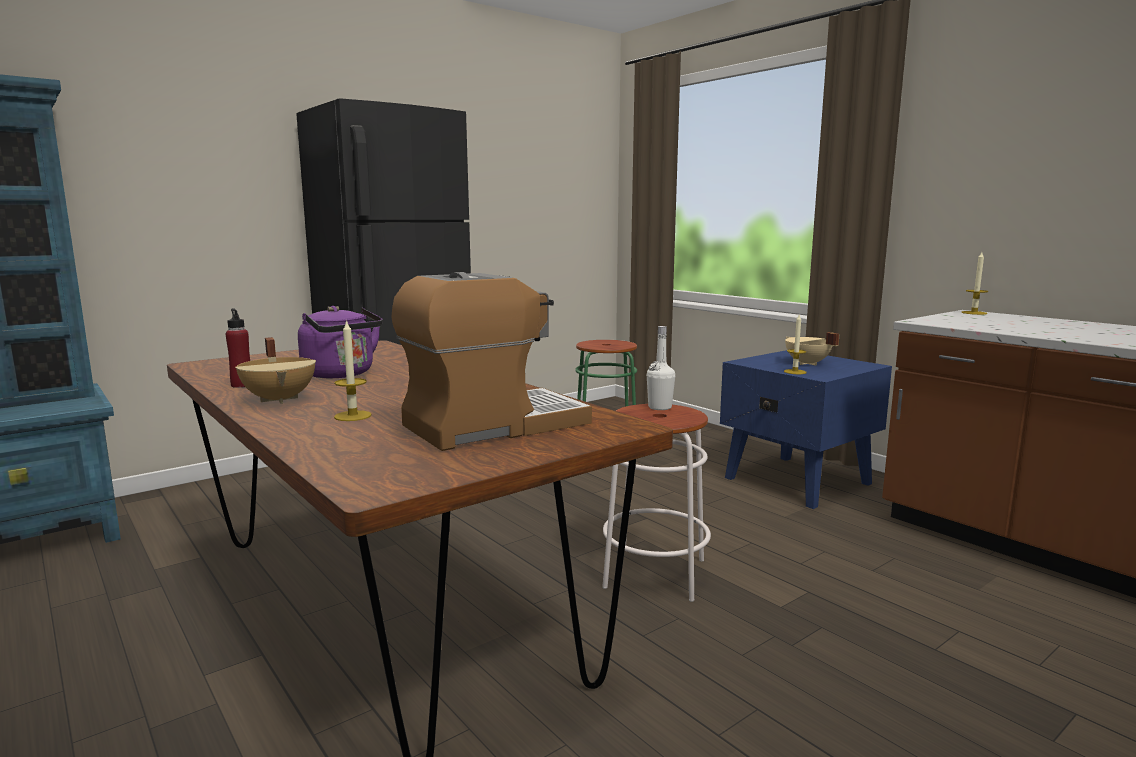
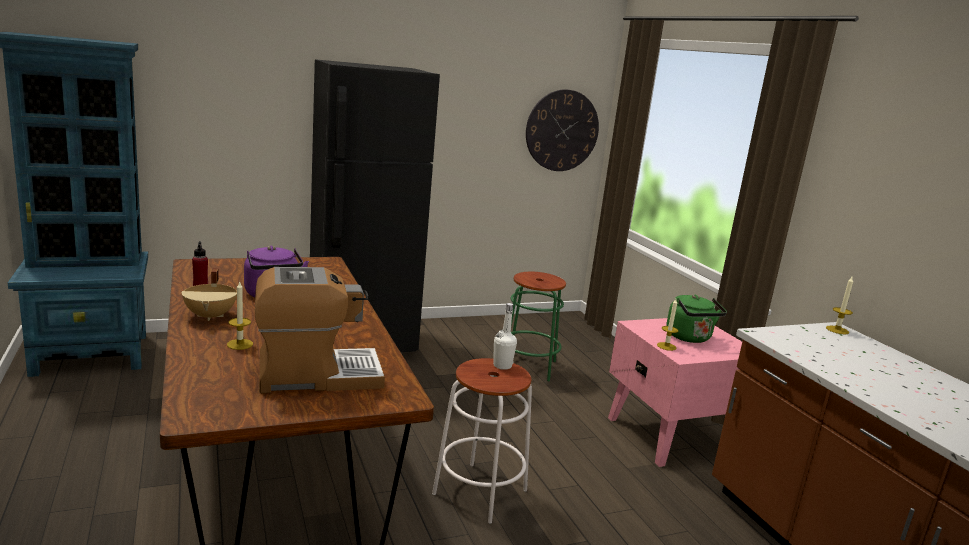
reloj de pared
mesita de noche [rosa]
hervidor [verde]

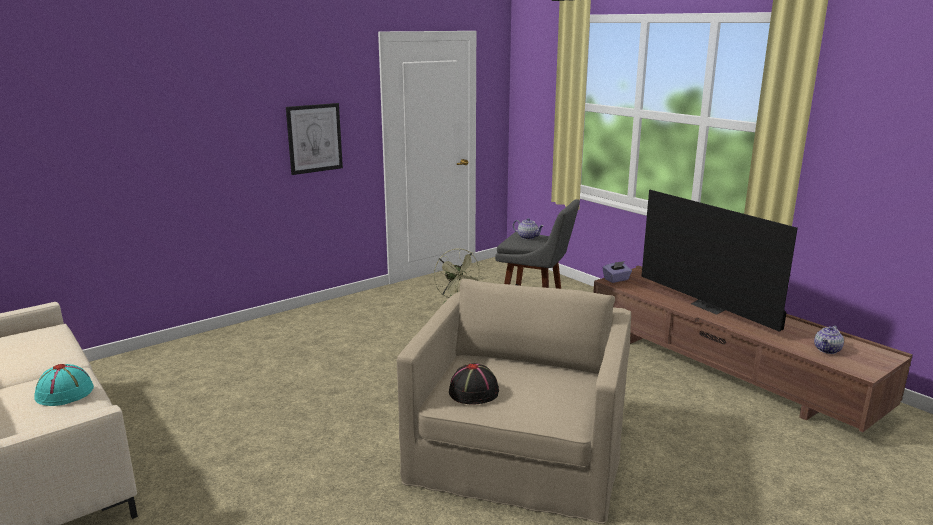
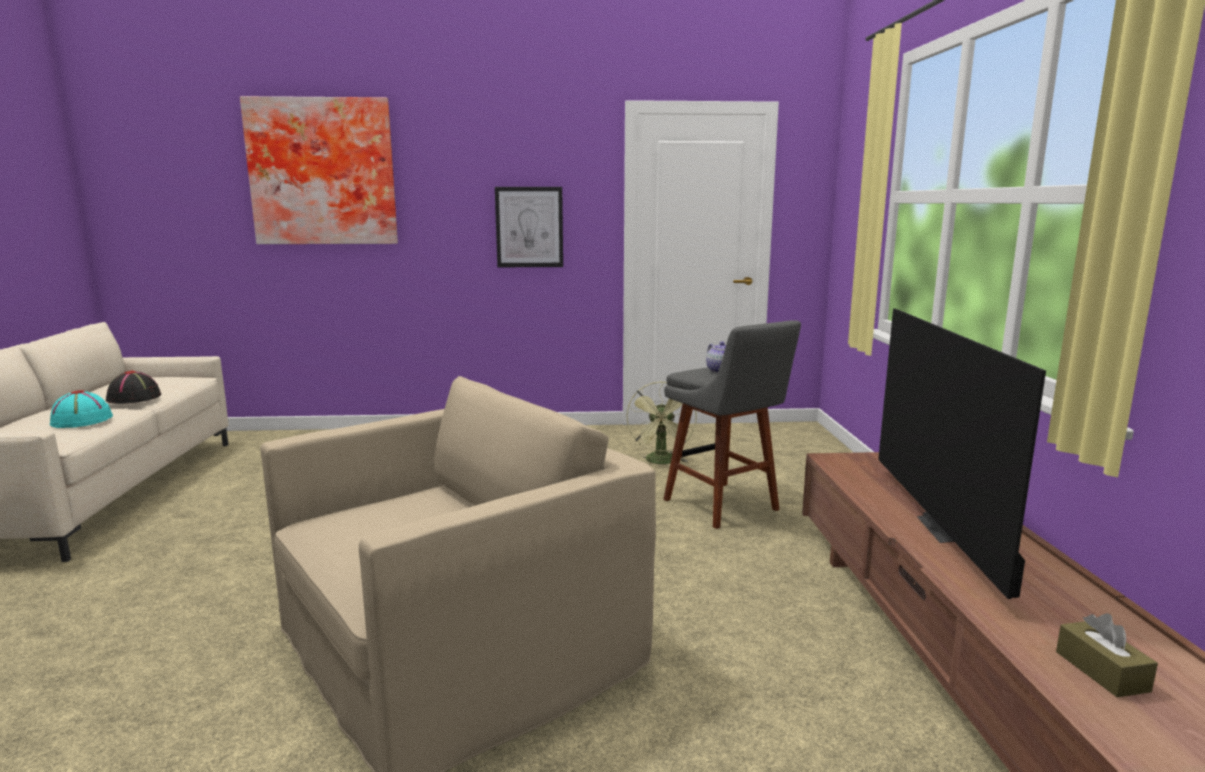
sombrero [negro]
cuadro (no. 1 from left)
caja de pañuelos [marrón]
caja de pañuelos [morado]

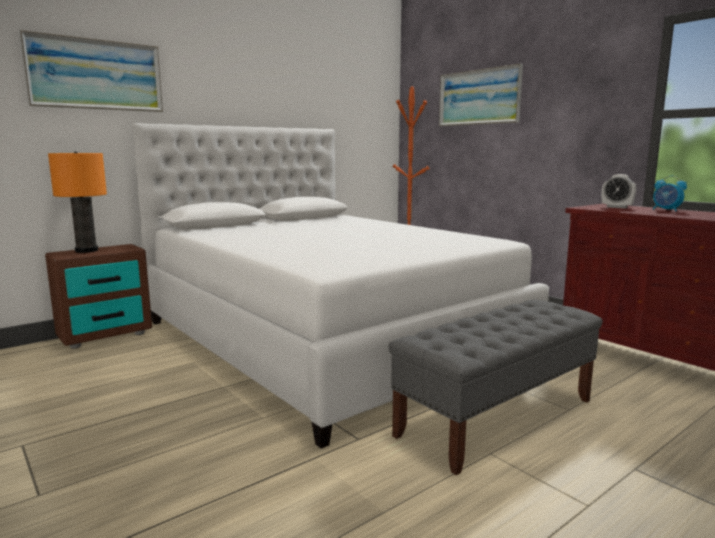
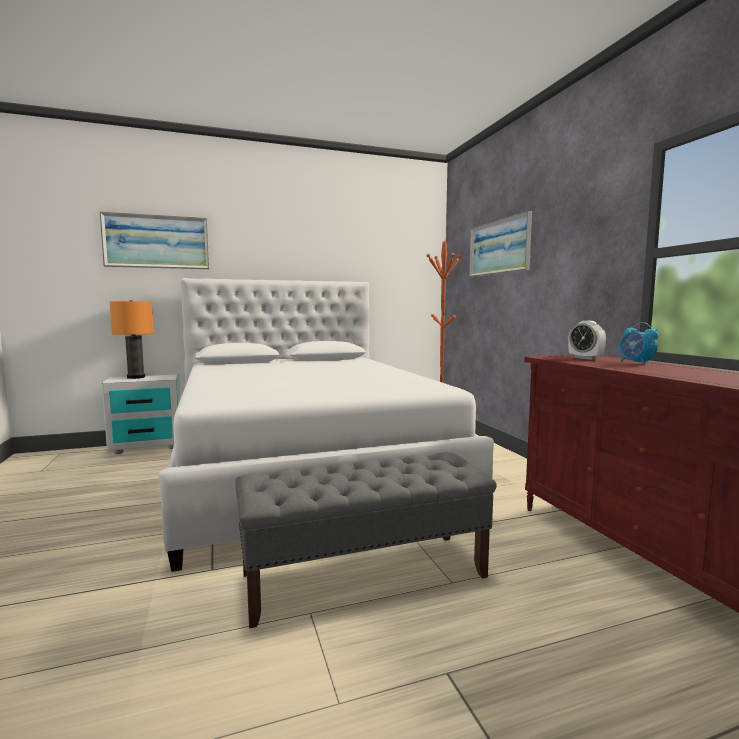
mesita de noche [blanco]

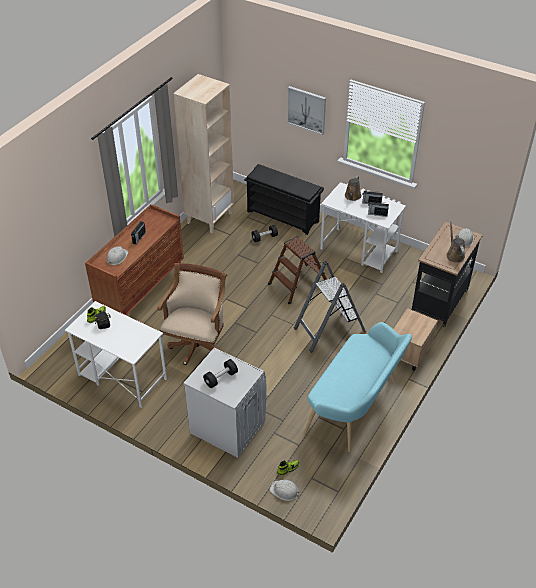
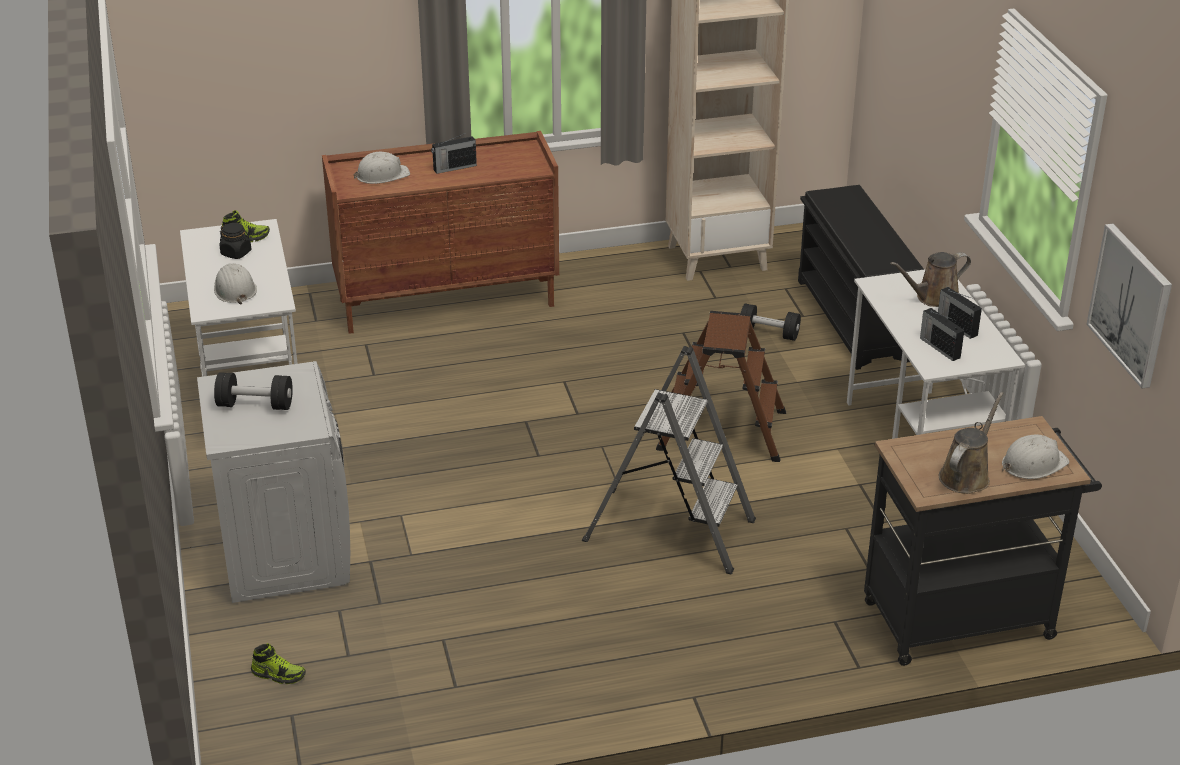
casco [blanco] (no. 1 from left)
cuadro
silla de oficina
banco [turquesa]
mesita de noche [beis]

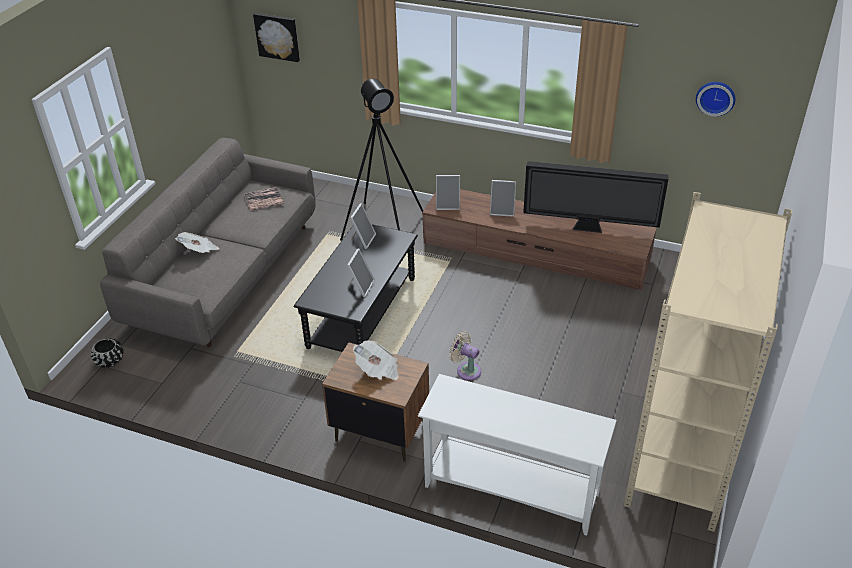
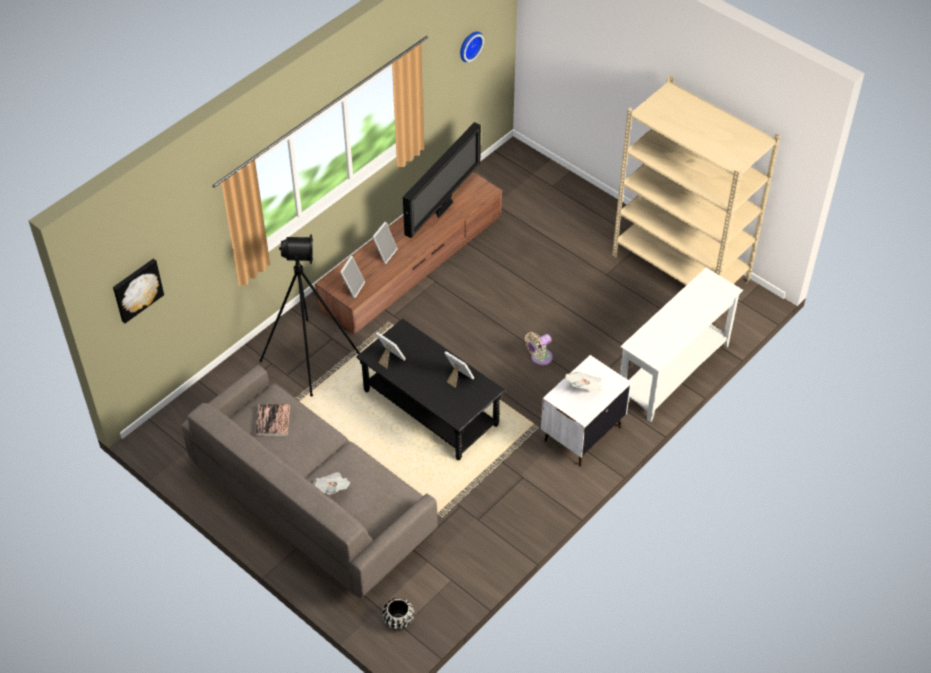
mesita de noche [blanco]

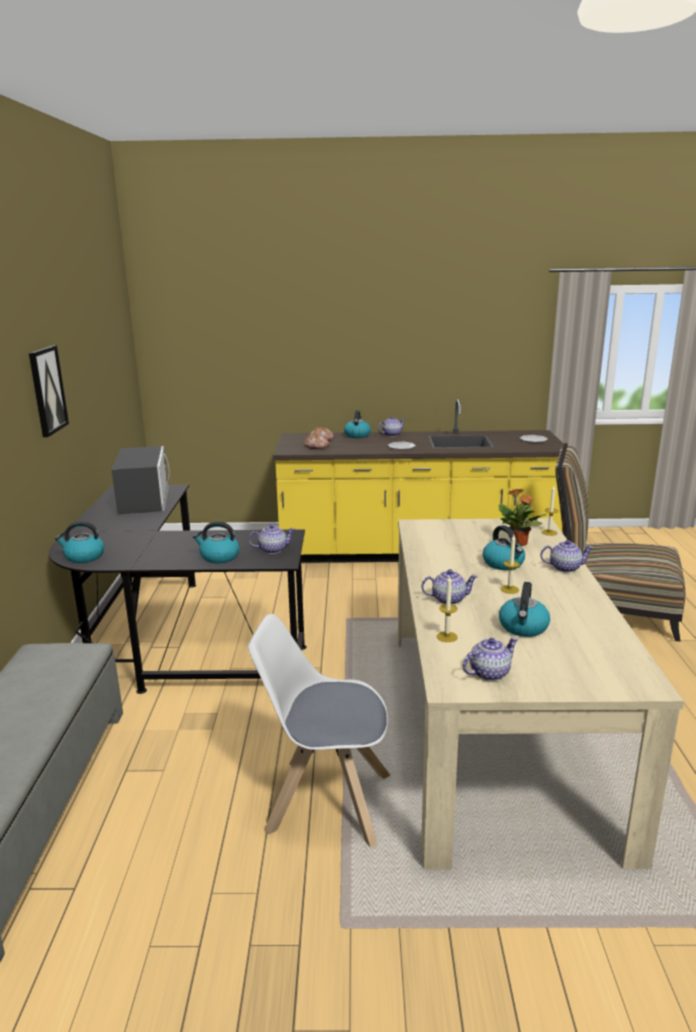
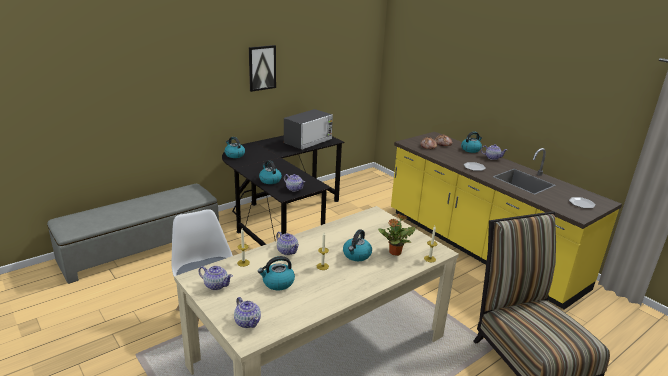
tetera (no. 2 from left)

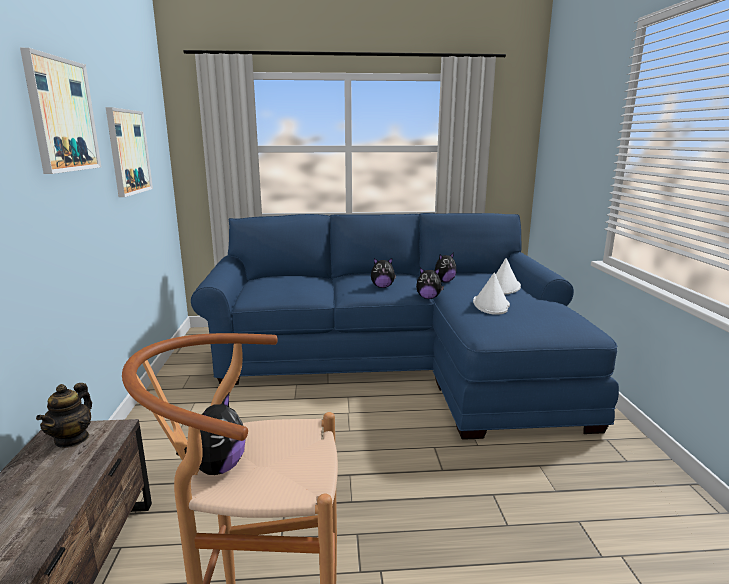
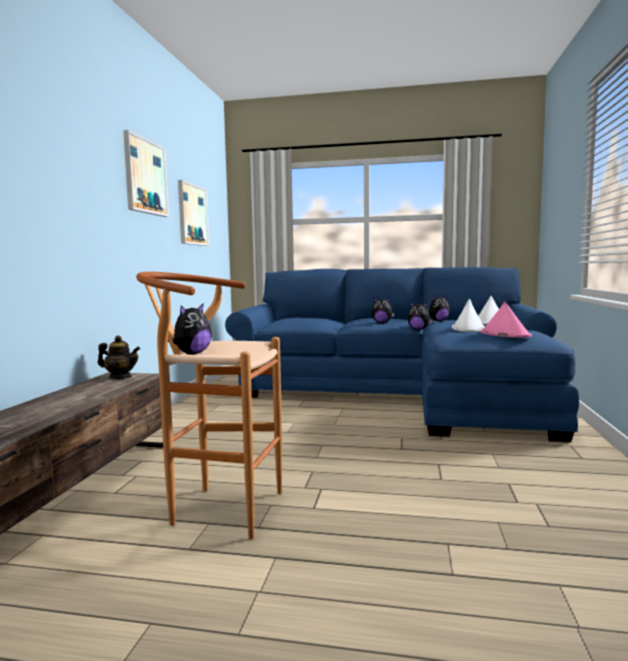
tetera
sombrero [rosa]

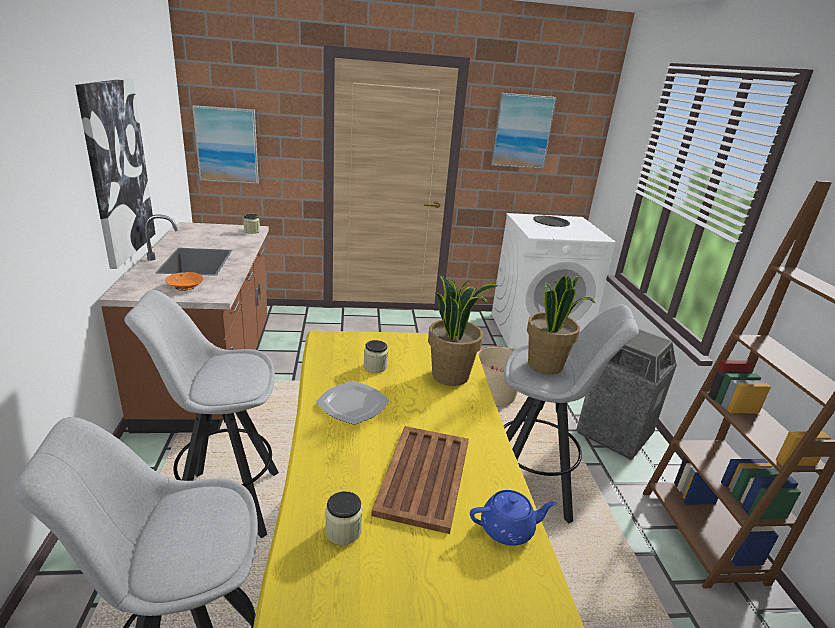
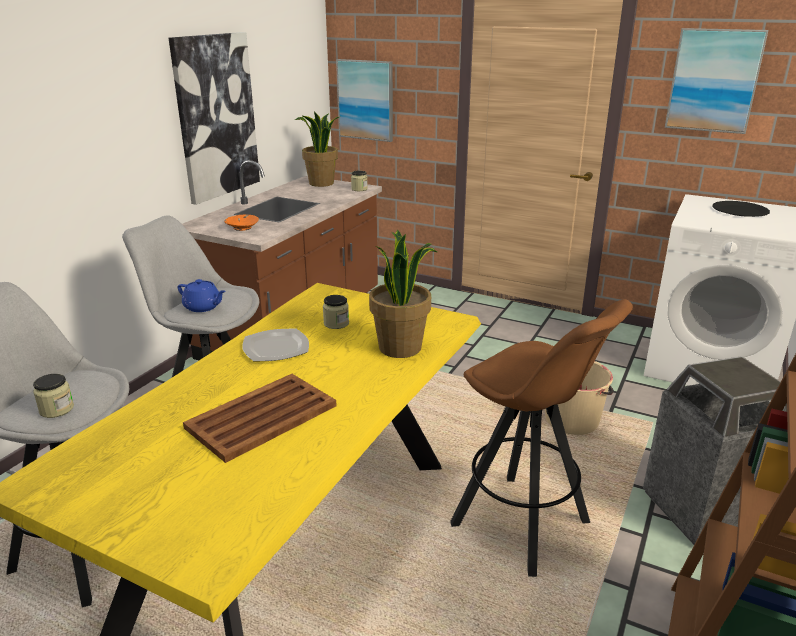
tarro (no. 1 from left)
tetera [azul]
planta en maceta (no. 1 from left)
taburete [marrón]

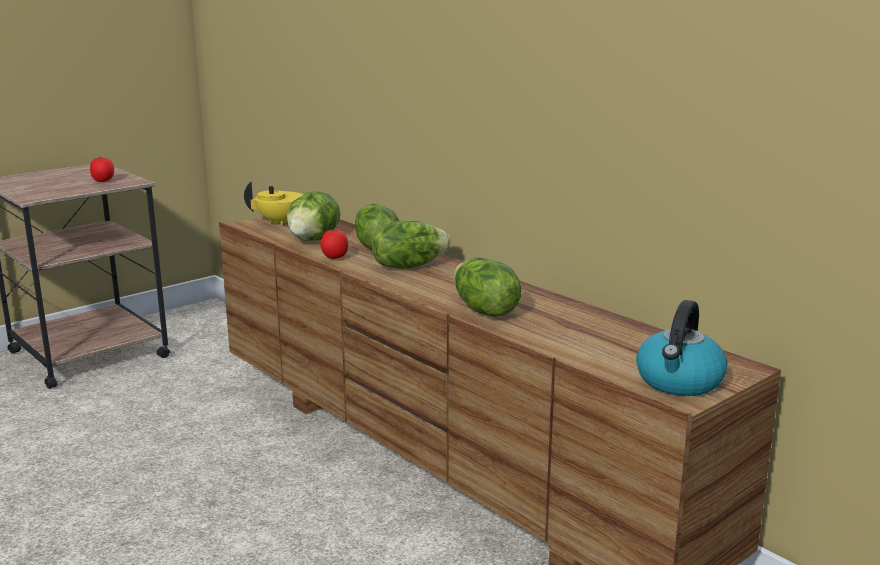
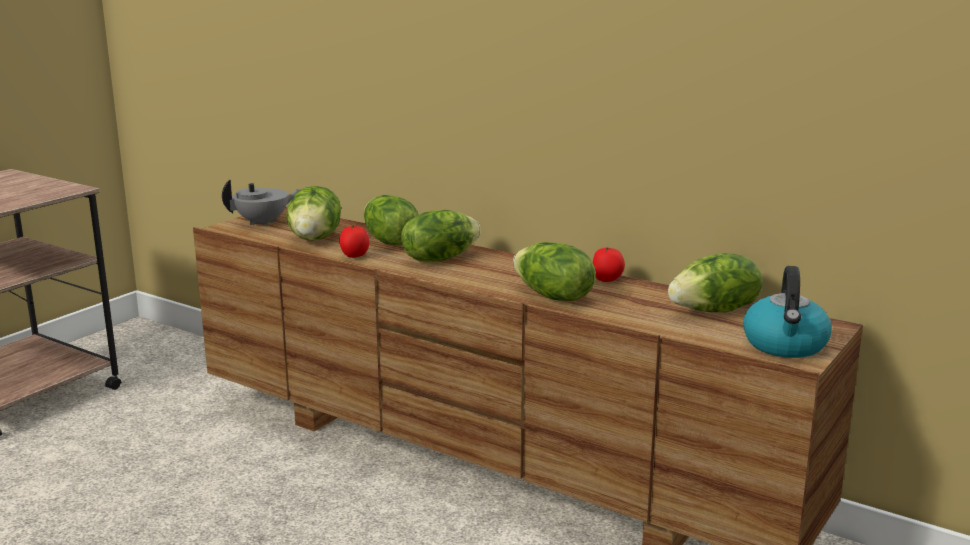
tetera [gris]
tomate (no. 2 from left)
lechuga (no. 5 from left)

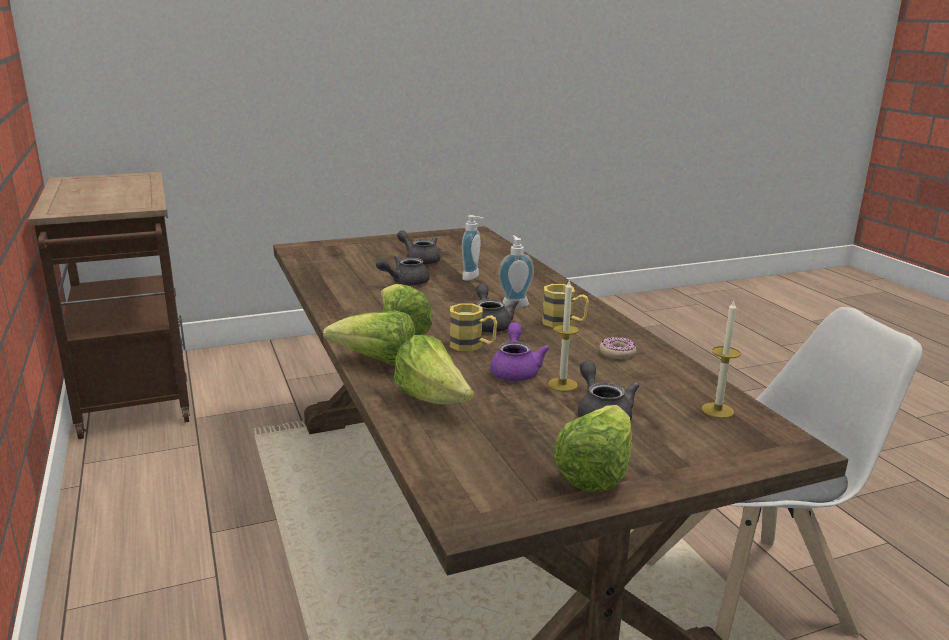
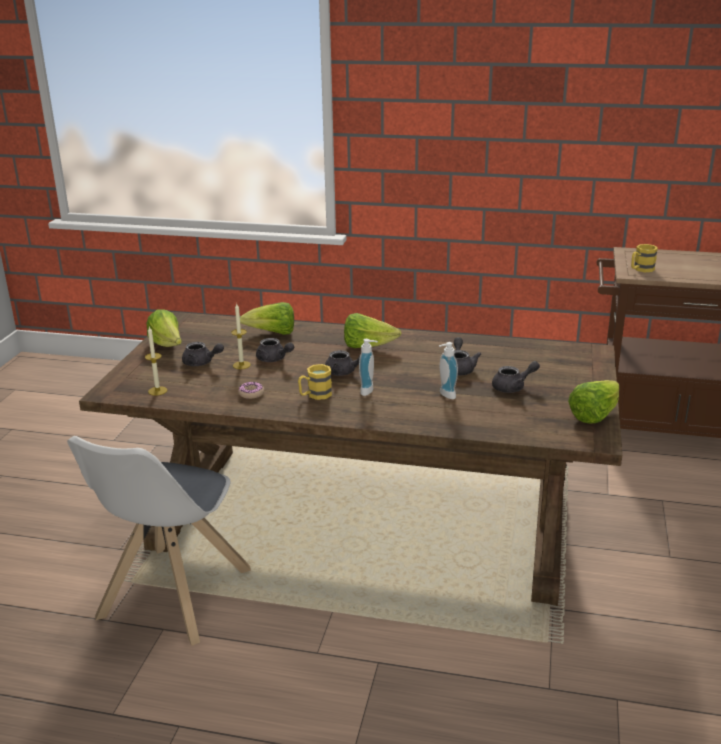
tetera [gris] (no. 2 from left)
lechuga (no. 4 from left)
taza grande [amarillo] (no. 2 from left)

